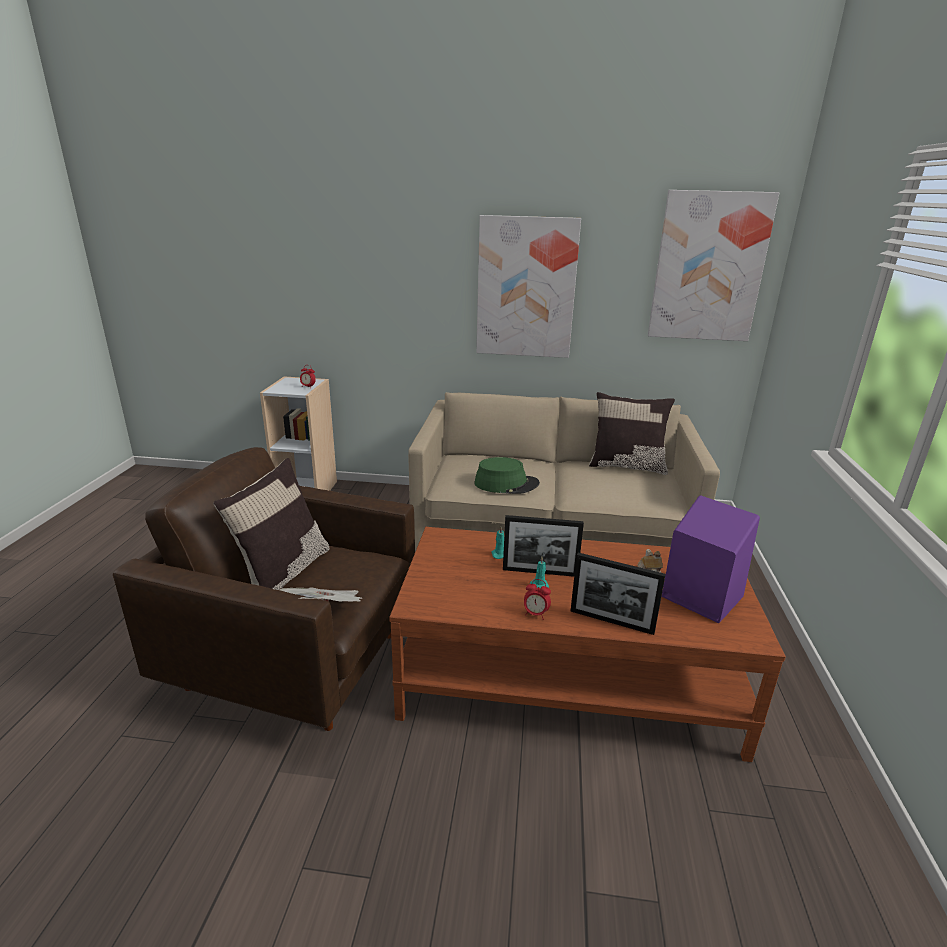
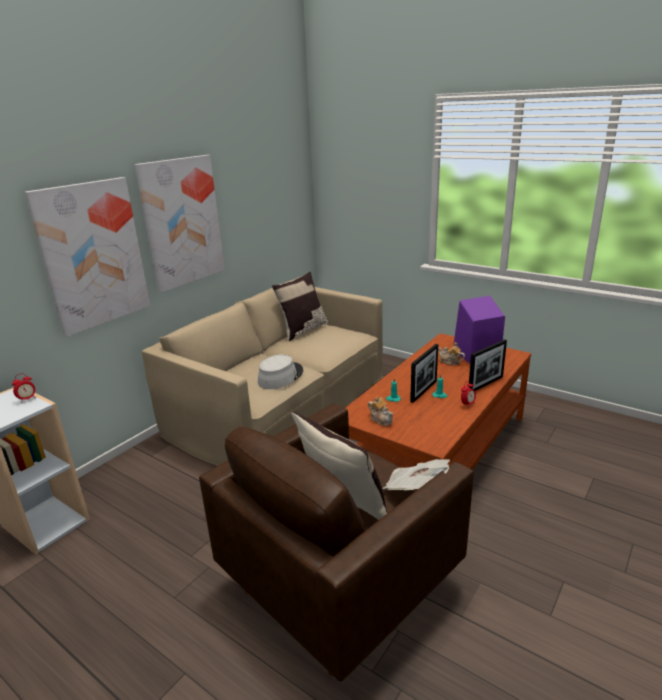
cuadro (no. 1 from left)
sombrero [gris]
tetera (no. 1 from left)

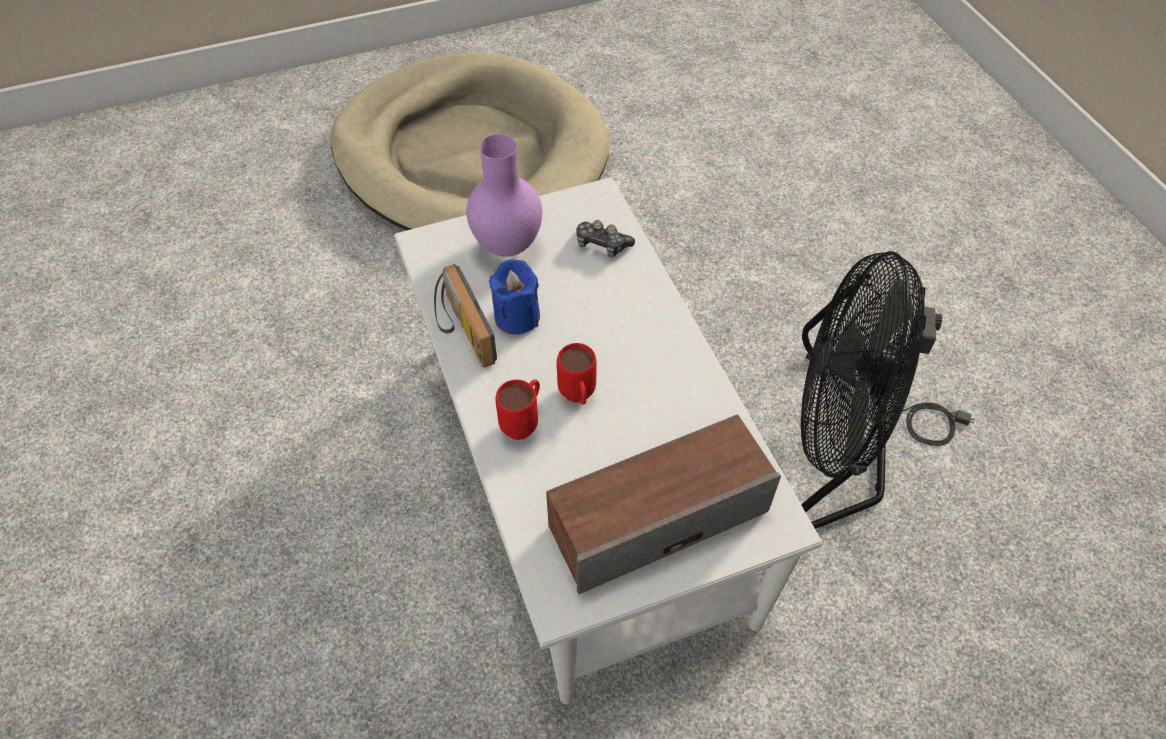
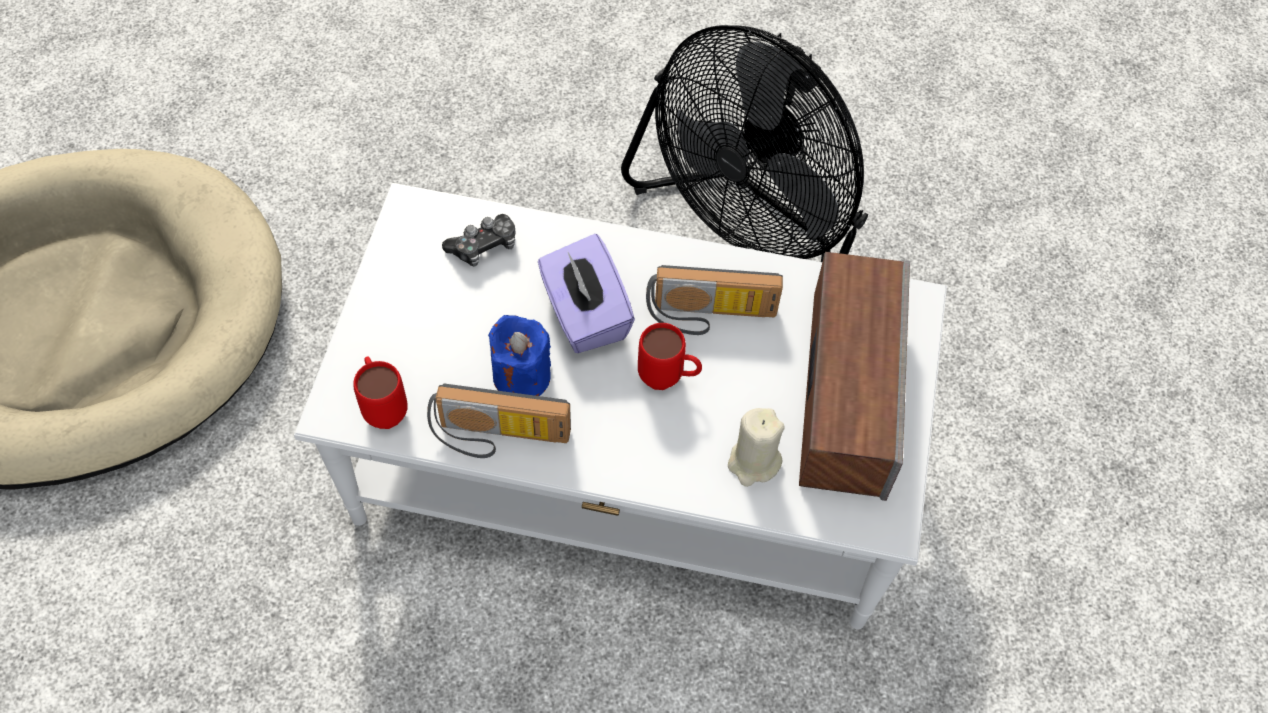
taza grande [rojo] (no. 1 from left)
caja de pañuelos [morado]
radio (no. 2 from left)
vela [beis]
florero [morado]

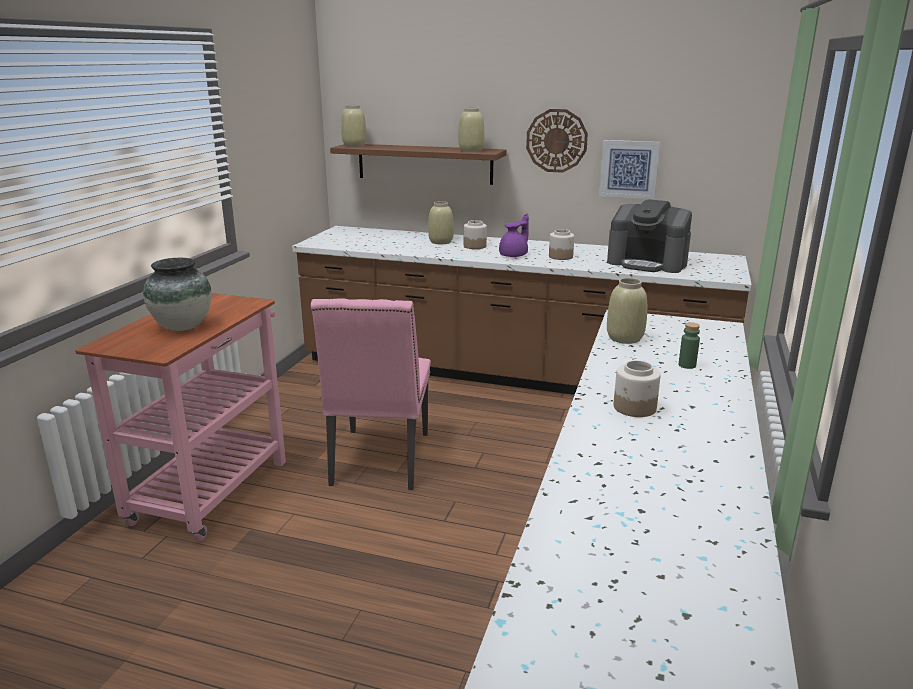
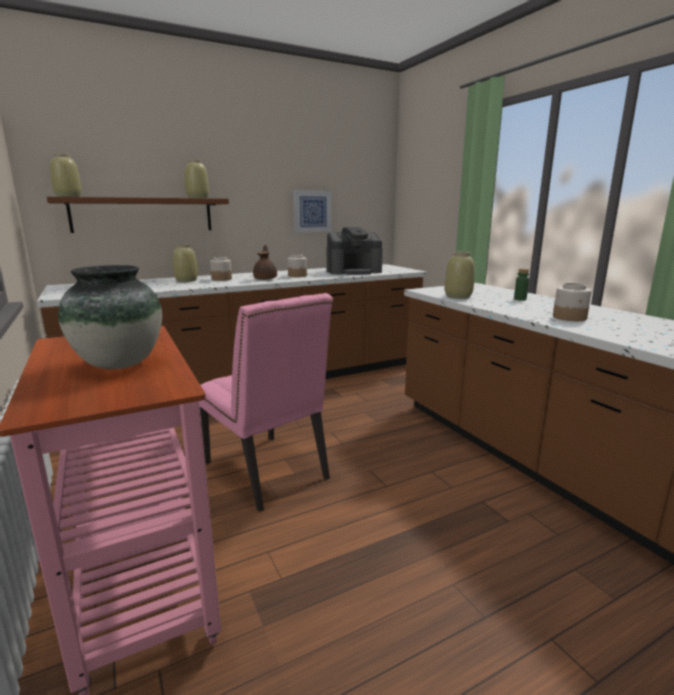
tetera [marrón]
reloj de pared

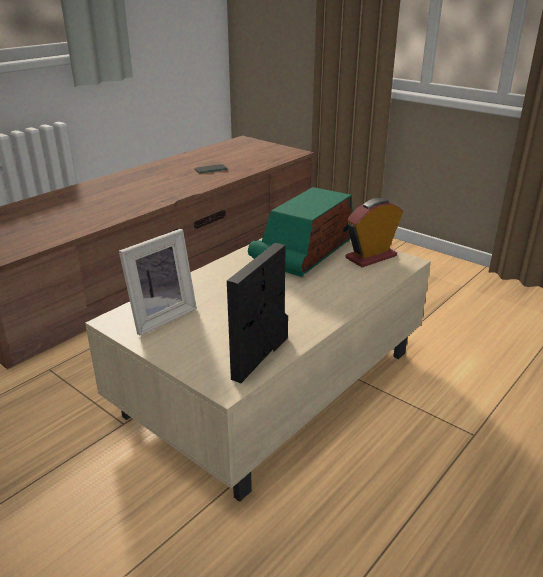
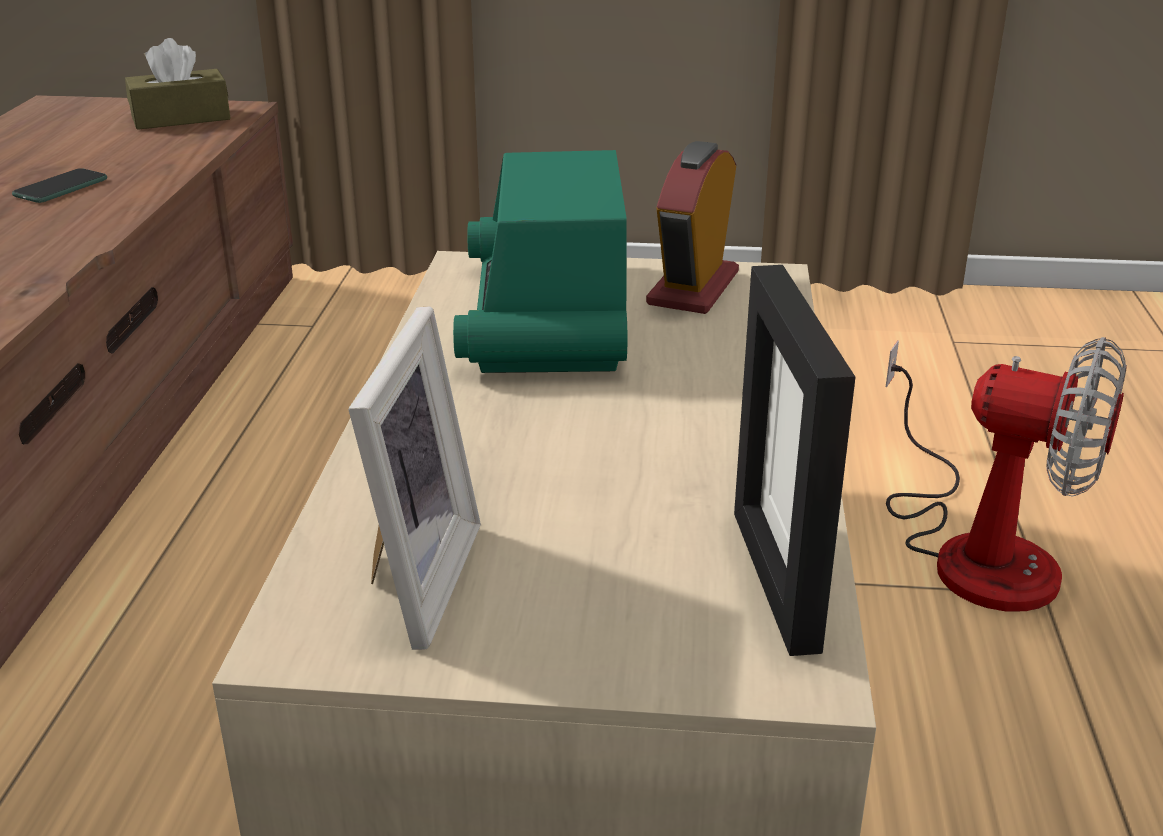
caja de pañuelos [marrón]
ventilador

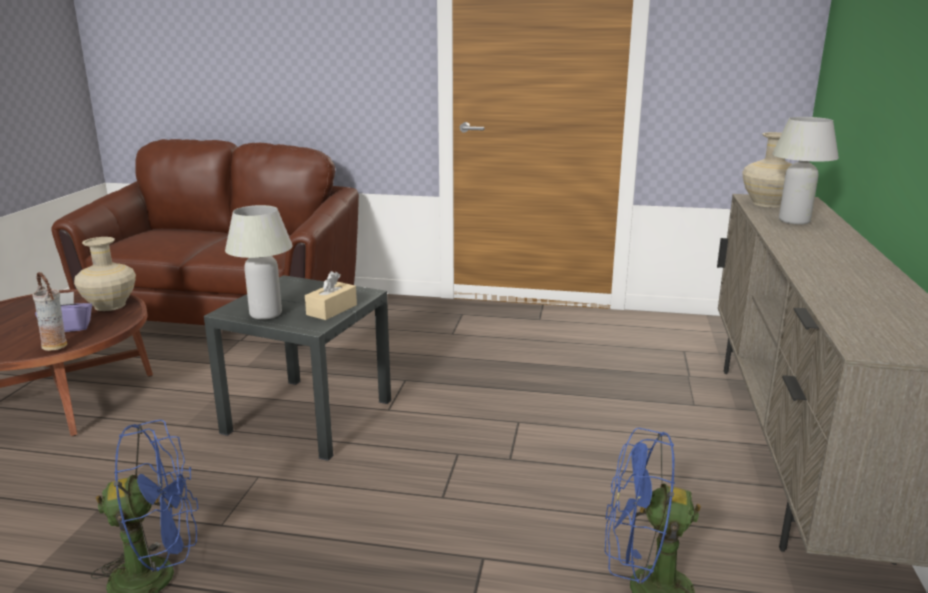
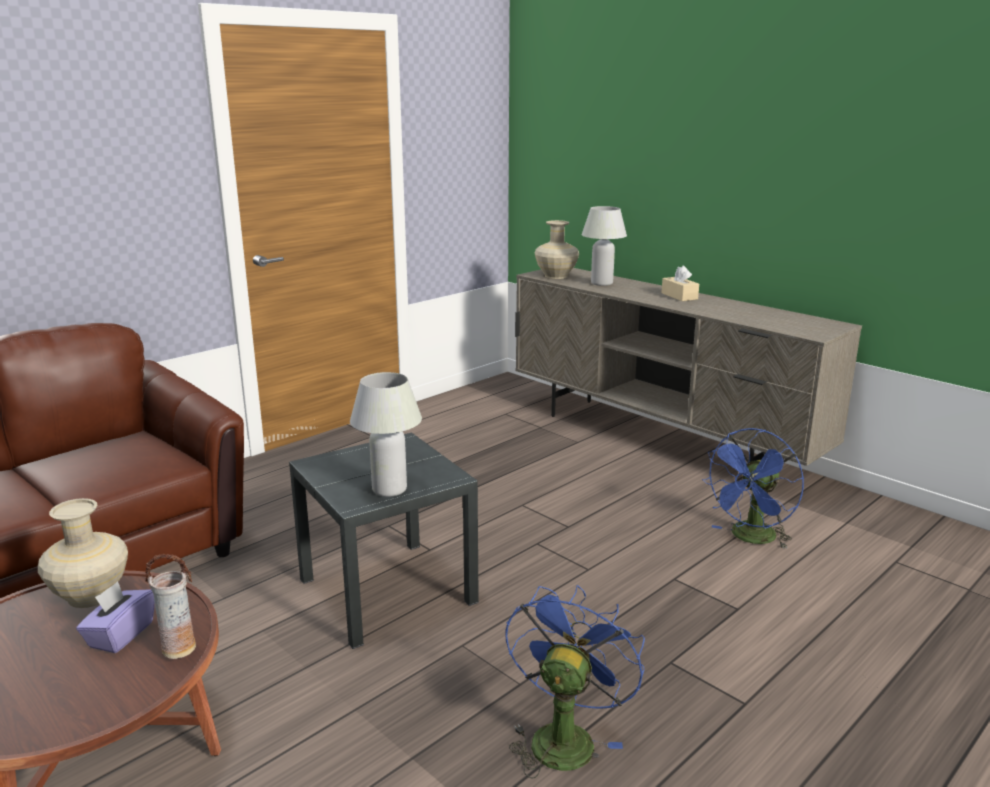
caja de pañuelos [beis]

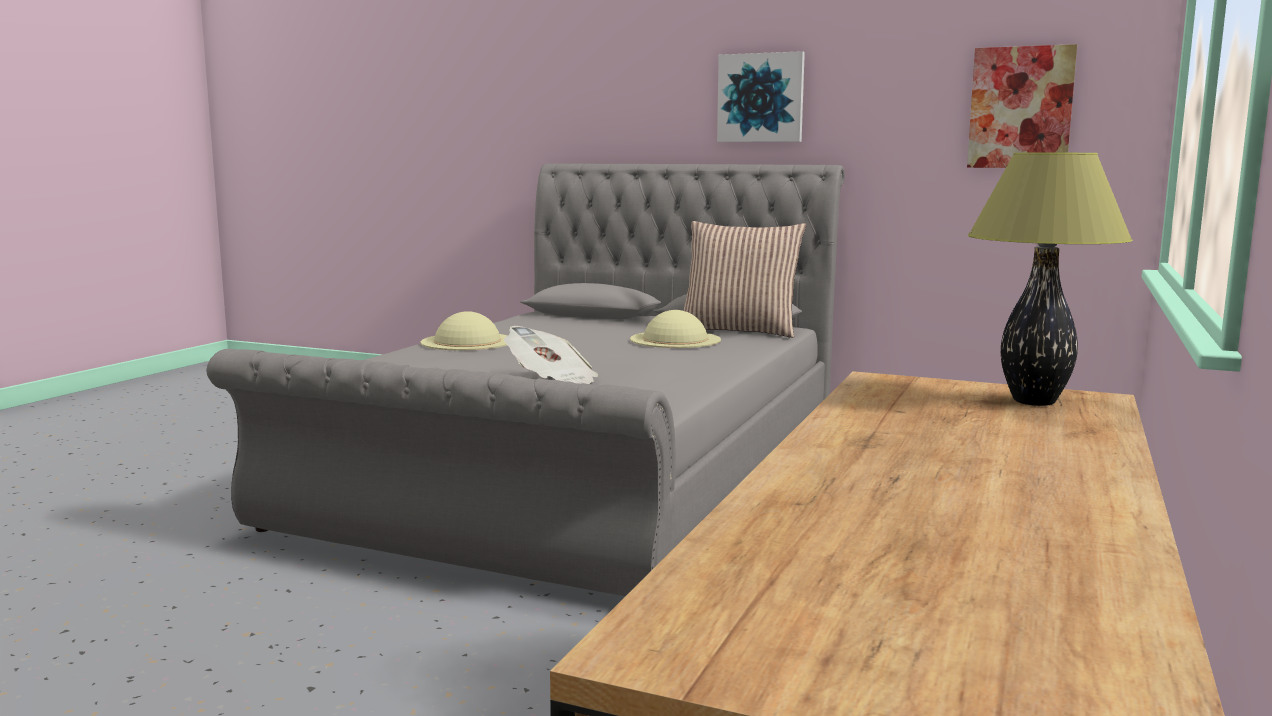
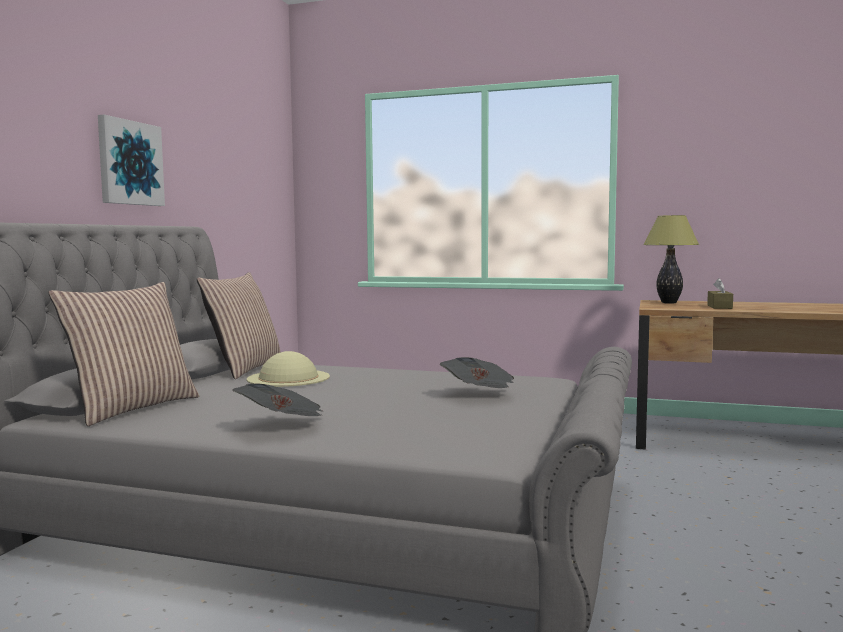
cojín (no. 1 from left)
periódico (no. 1 from left)
caja de pañuelos [marrón]
cuadro (no. 2 from left in the first image)

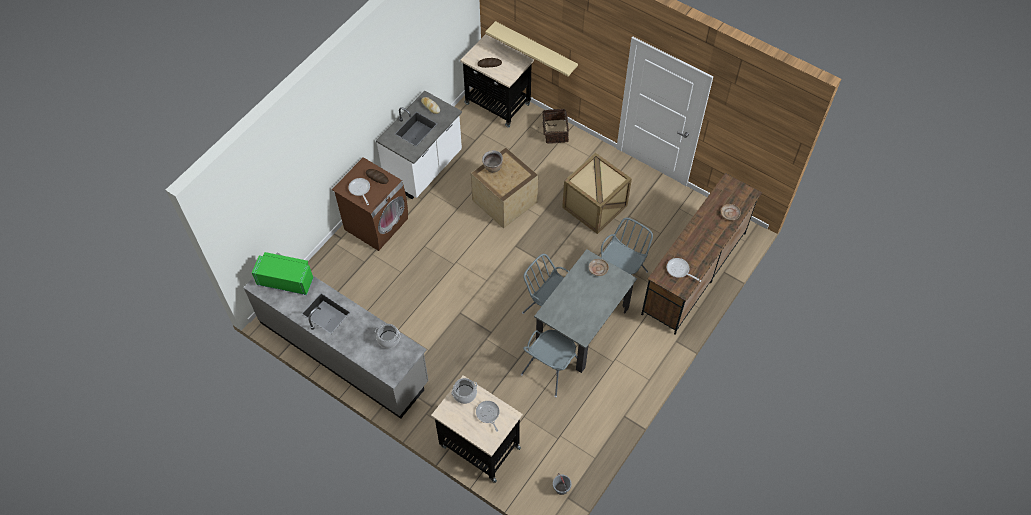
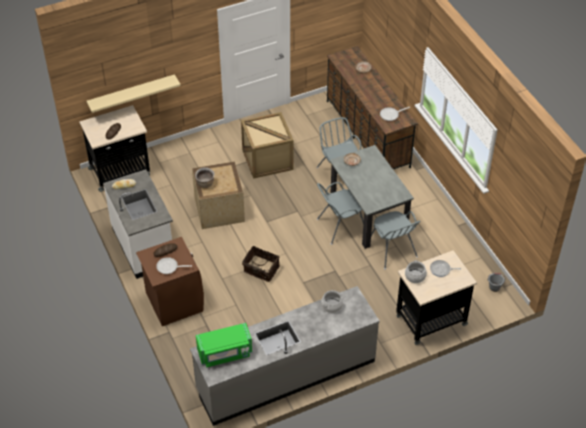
microondas [verde]
cesta

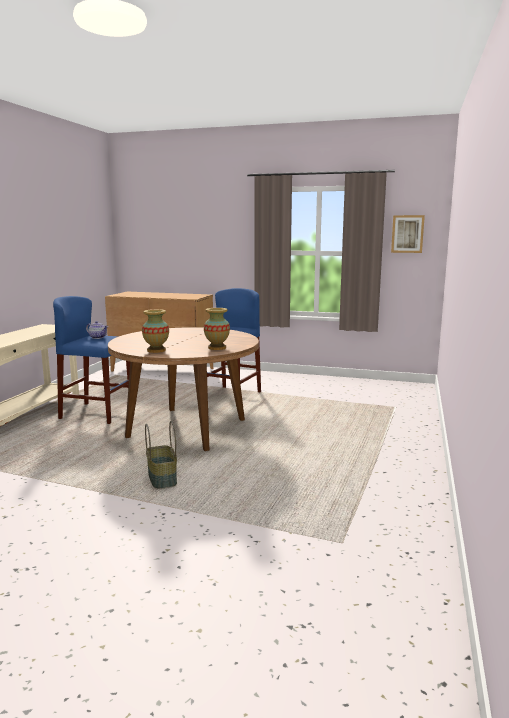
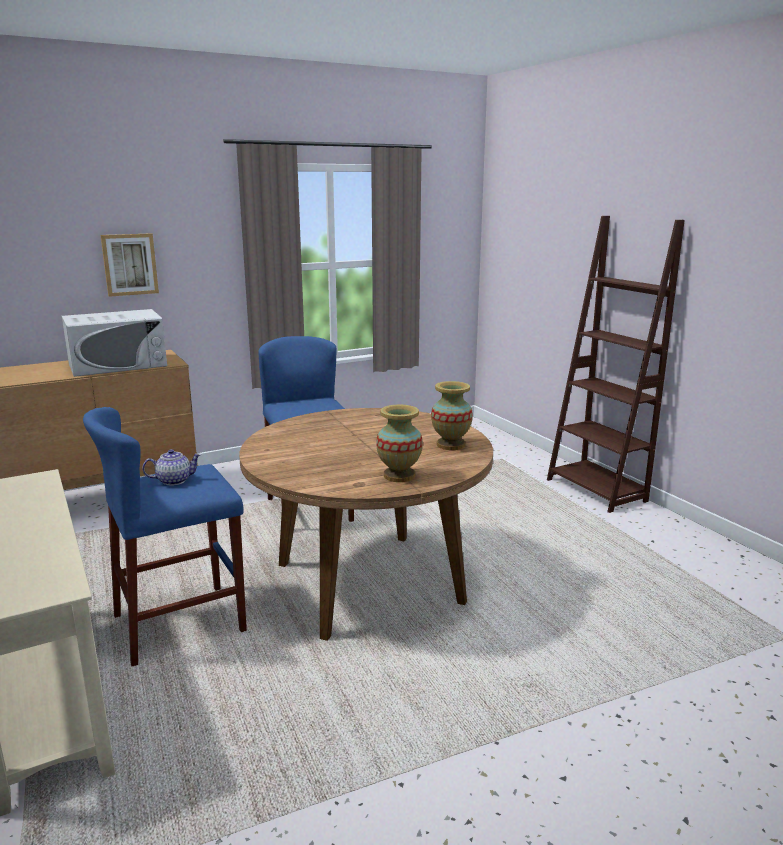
microondas [blanco]
cuadro
estantería [marrón]
cesta

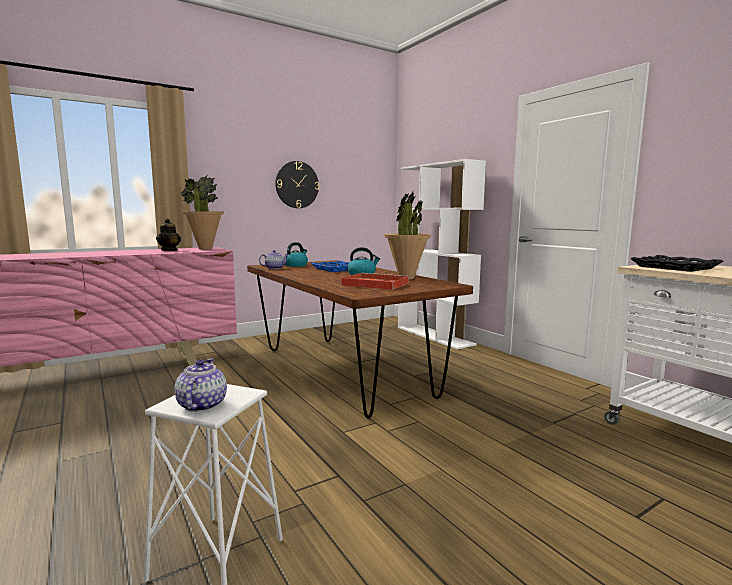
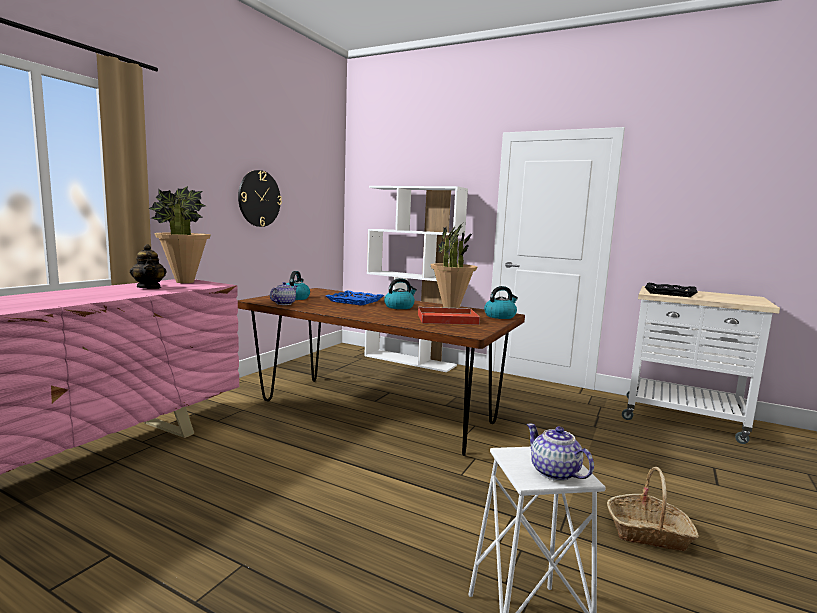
hervidor (no. 3 from left)
cesta

